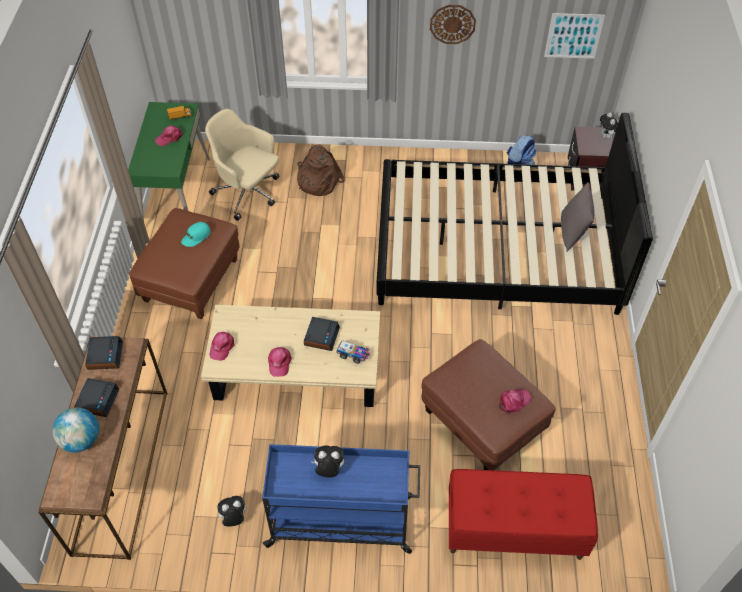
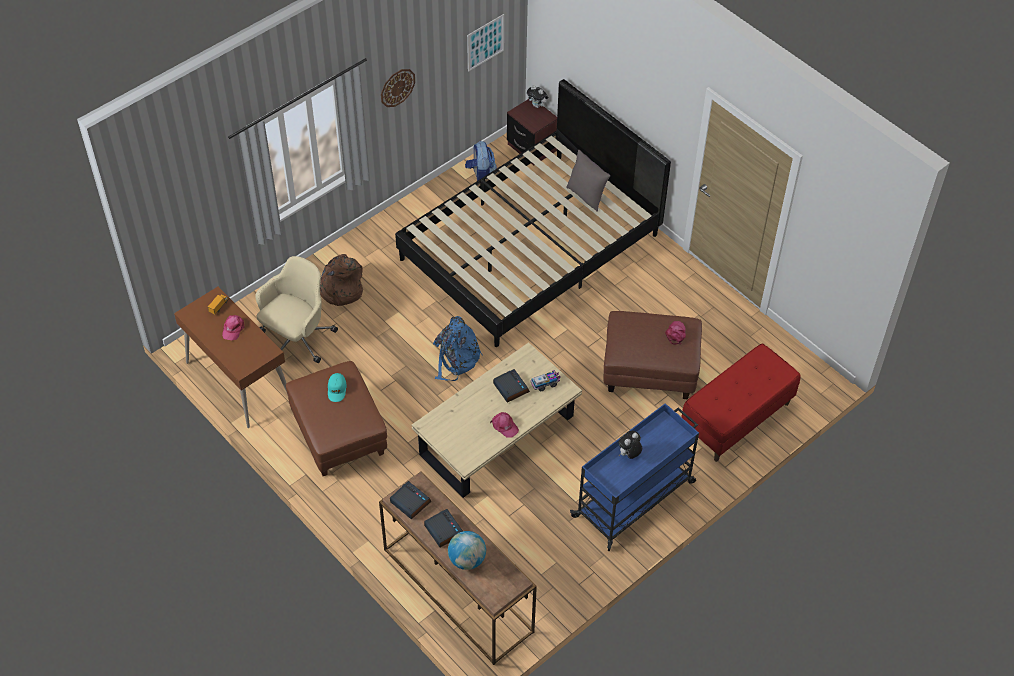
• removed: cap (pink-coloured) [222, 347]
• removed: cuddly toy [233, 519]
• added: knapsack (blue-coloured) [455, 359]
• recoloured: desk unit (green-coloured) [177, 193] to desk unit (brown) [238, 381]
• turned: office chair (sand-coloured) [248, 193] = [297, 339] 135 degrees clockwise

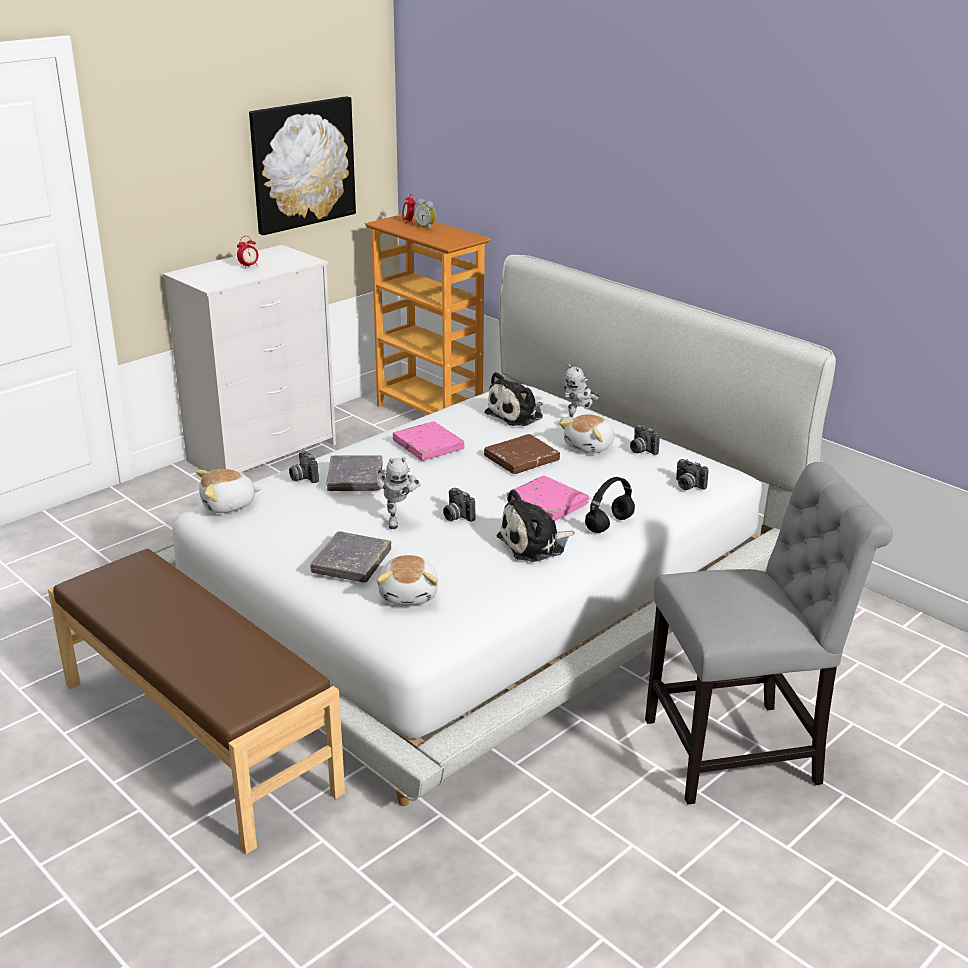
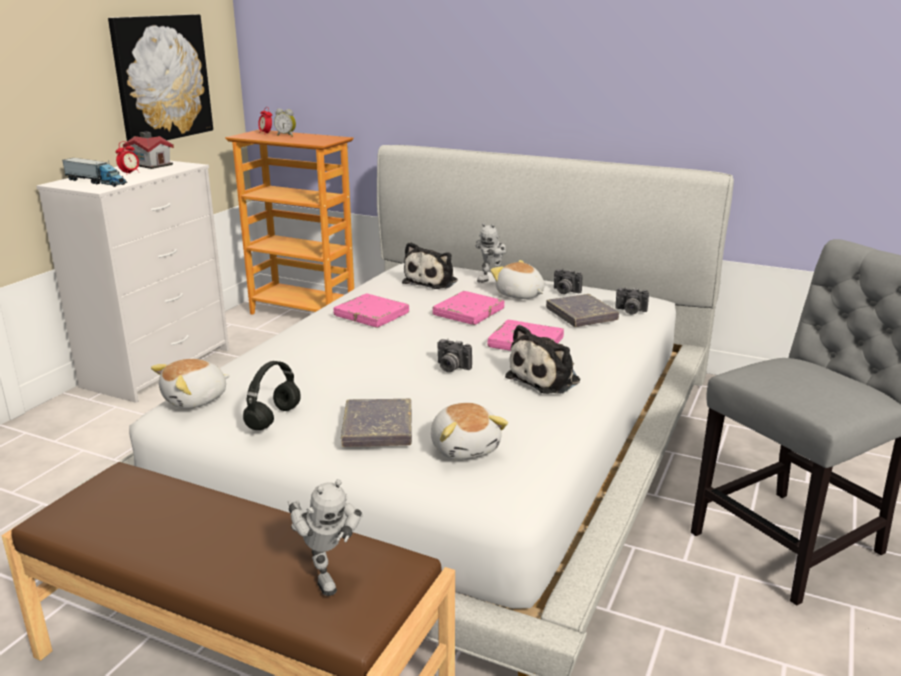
• removed: photo camera [303, 477]
• added: toy lorry [96, 182]
• added: model house [151, 164]
• moved: book (greyish) [355, 478] to [581, 315]
• moved: toy robot [396, 518] to [325, 573]
• moved: headphones (black-coloured) [609, 525] to [273, 419]
• recoloured: book (brown) [521, 458] to book (pink-coloured) [468, 312]
• turned: cuddly toy [590, 447] = [519, 295] 120 degrees clockwise

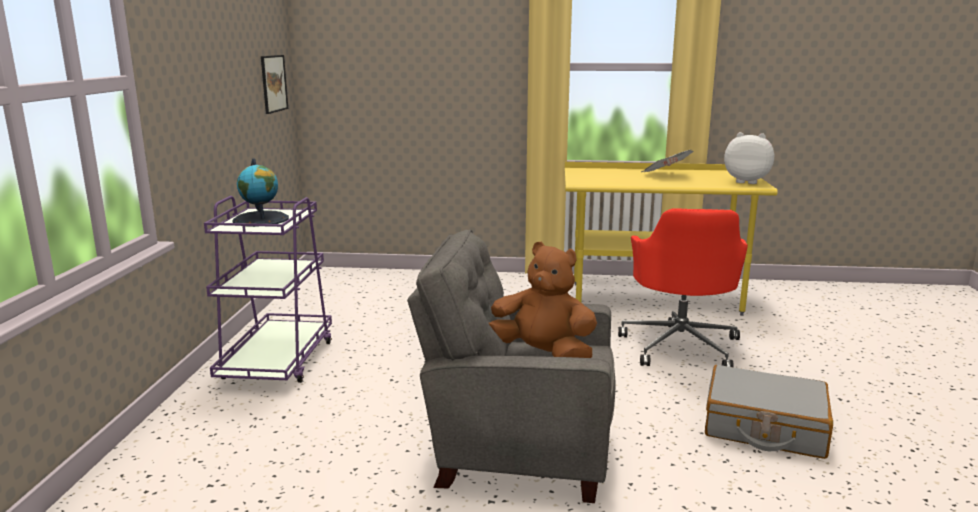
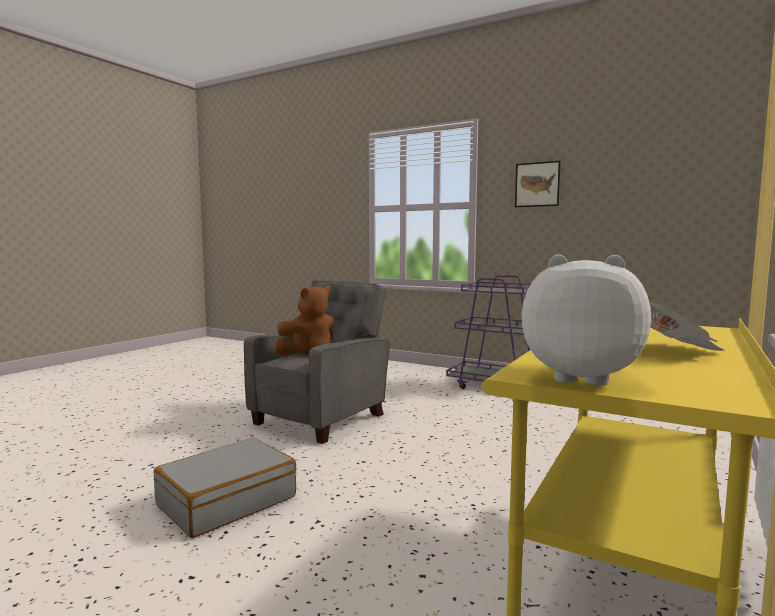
• removed: desk globe [261, 219]
• removed: office chair (red) [680, 346]
• moved: wall art [273, 83] to [537, 184]
• turned: cuddly toy [747, 181] = [580, 377] 120 degrees counterclockwise

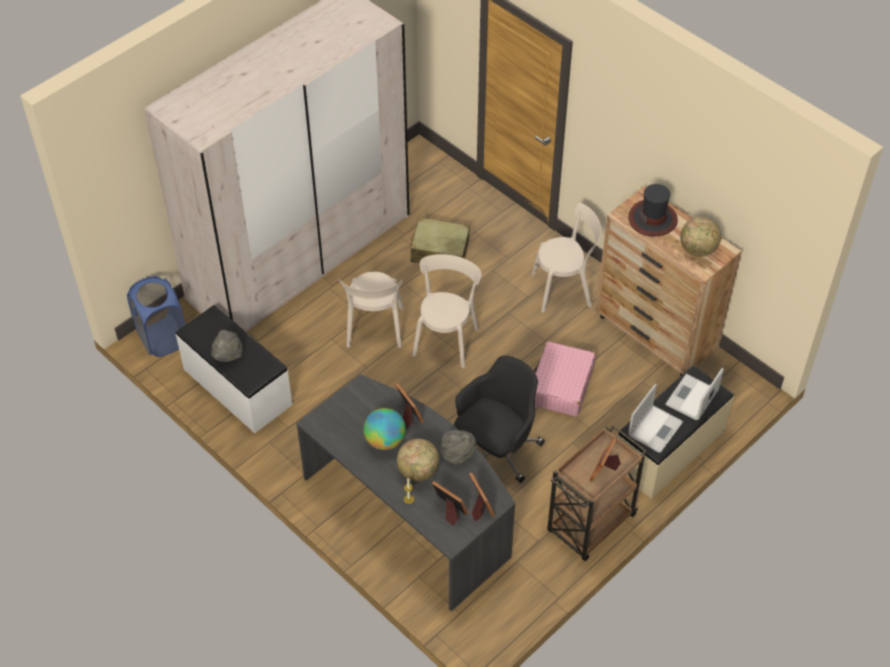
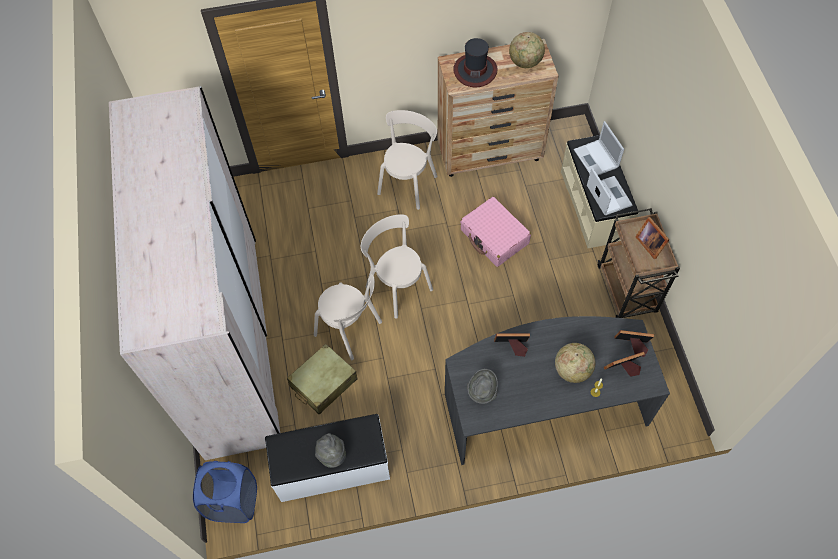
• removed: desk globe [385, 440]
• removed: office chair (black-coloured) [496, 450]
• moved: travel case (sand-coloured) [439, 251] to [323, 383]
• moved: clothing hat (greyish) [458, 454] to [482, 391]

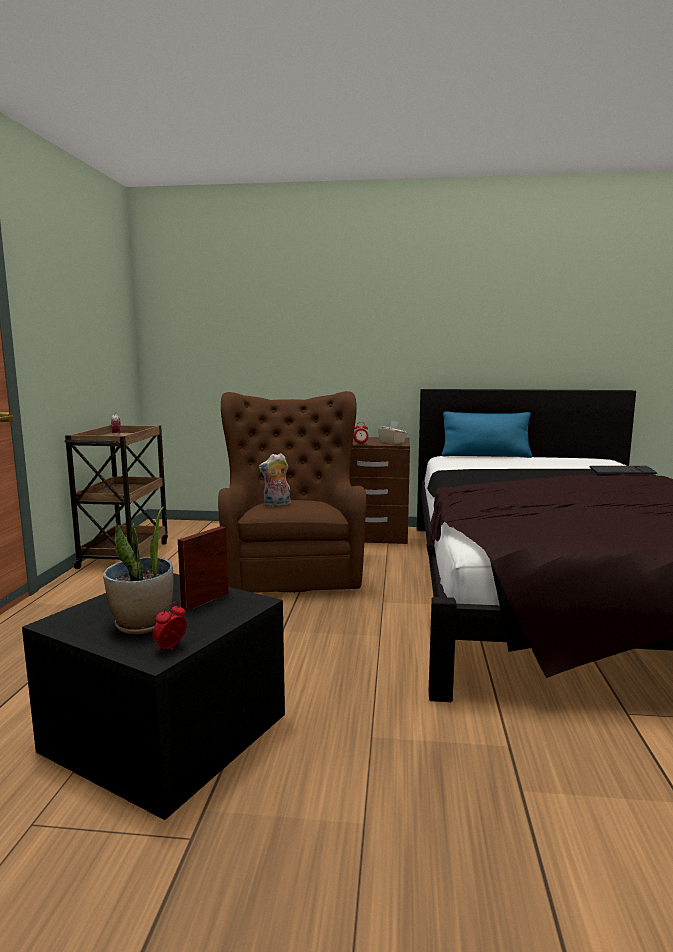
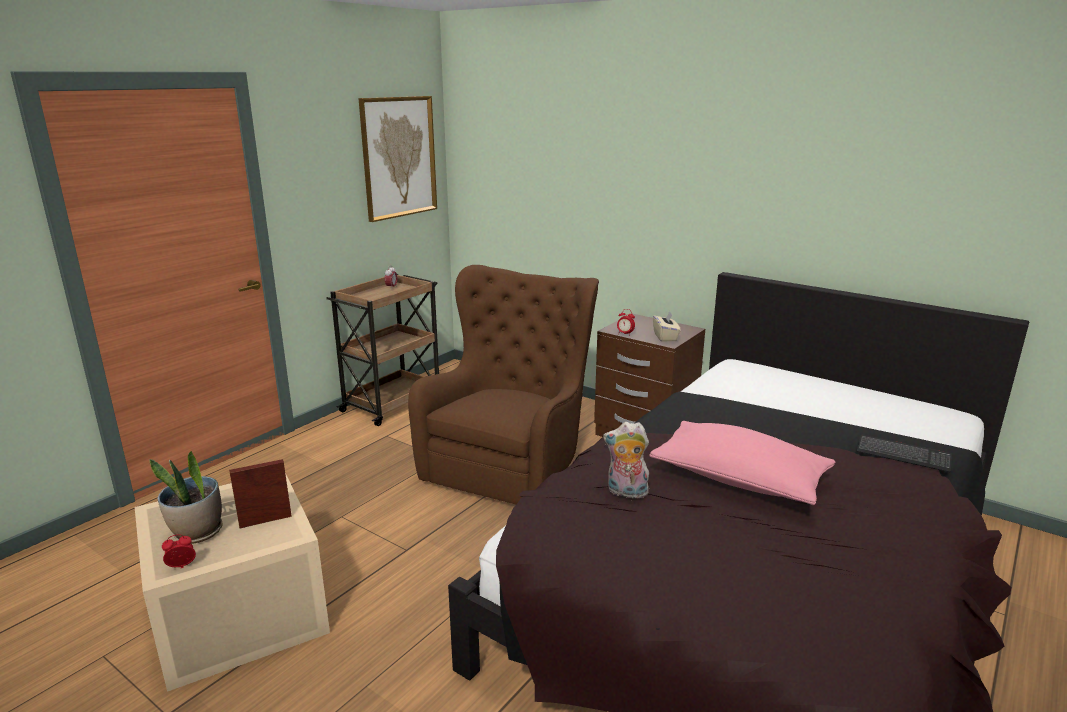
• removed: pillow (blue-coloured) [485, 456]
• added: wall art [398, 157]
• added: pillow (pink-coloured) [739, 479]
• moved: cuddly toy [276, 505] to [626, 492]
• recoloured: storage box (black-coloured) [166, 734] to storage box (sand-coloured) [237, 616]

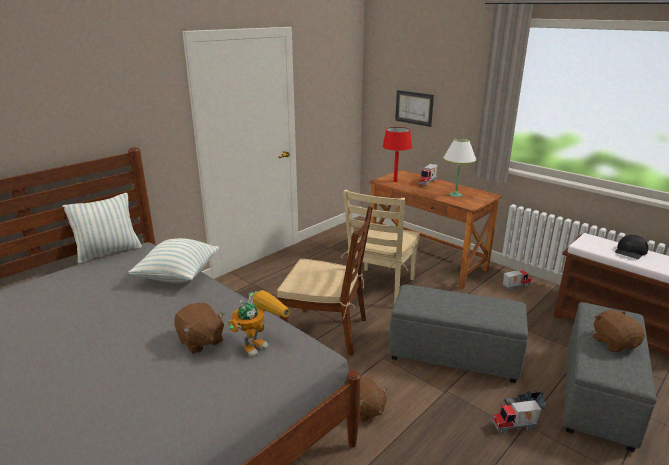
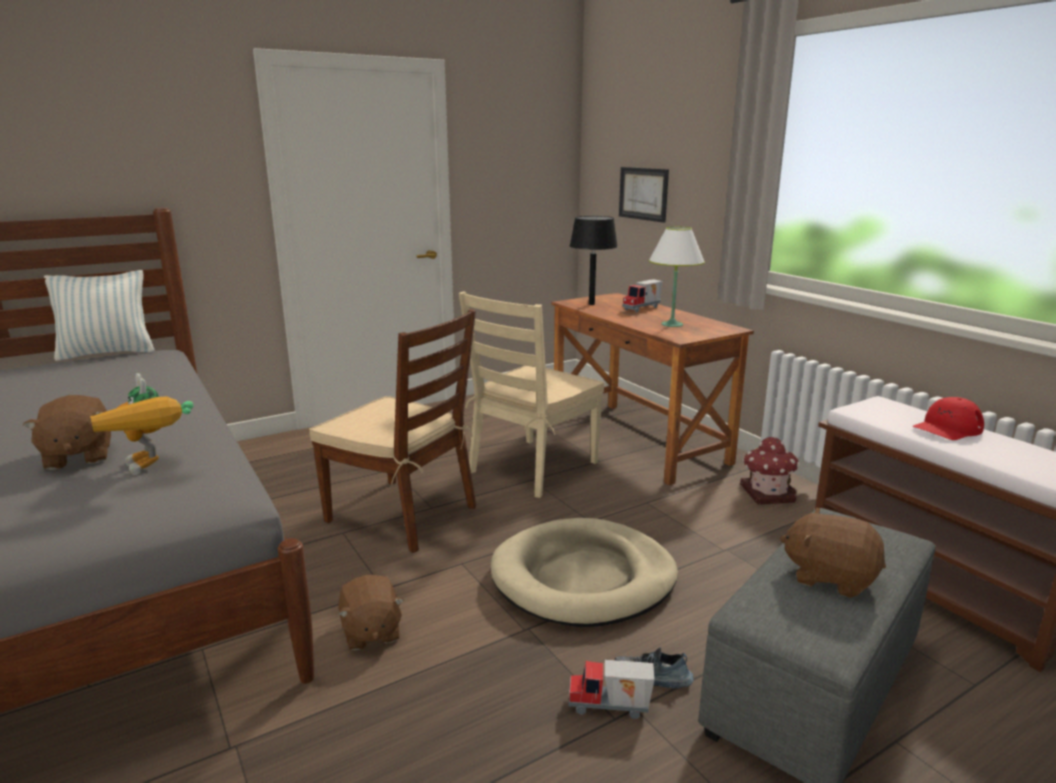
• removed: pillow [178, 276]
• replaced: pouffe (greyish) [454, 355] to pet bed (sand-coloured) [583, 578]
• replaced: toy lorry [515, 286] to model house [767, 493]
• recoloured: lamp for a table (red) [395, 181] to lamp for a table (black-coloured) [591, 304]
• recoloured: cap (black-coloured) [630, 251] to cap (red) [947, 428]
• turned: toy robot [259, 343] = [154, 469] 90 degrees clockwise
• turned: cuddly toy (brown) [614, 343] = [830, 577] 60 degrees counterclockwise

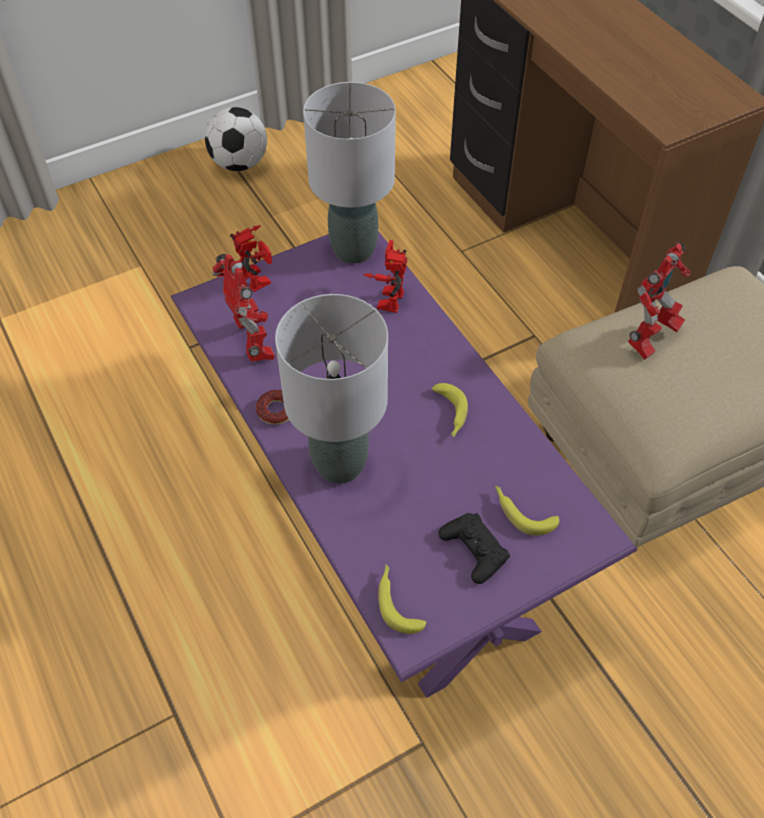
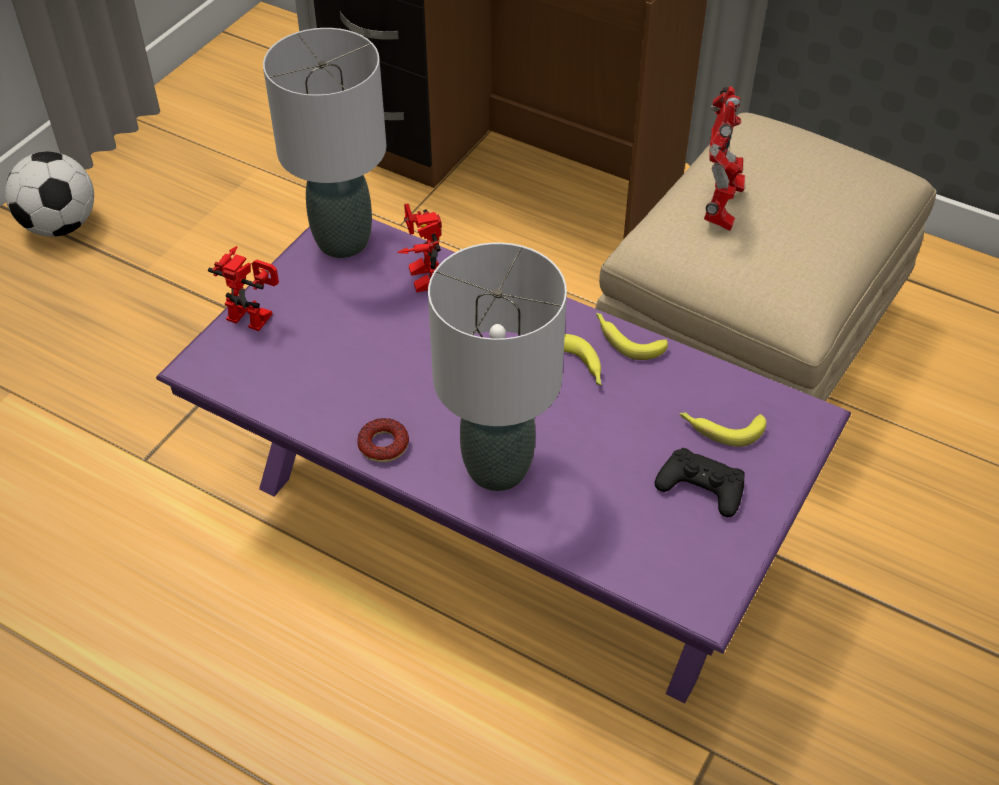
• removed: toy robot [254, 345]
• moved: banana [397, 601] to [626, 339]

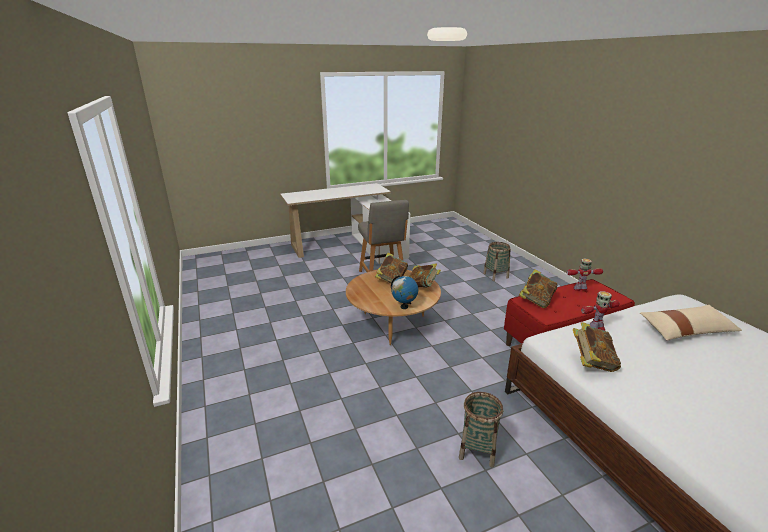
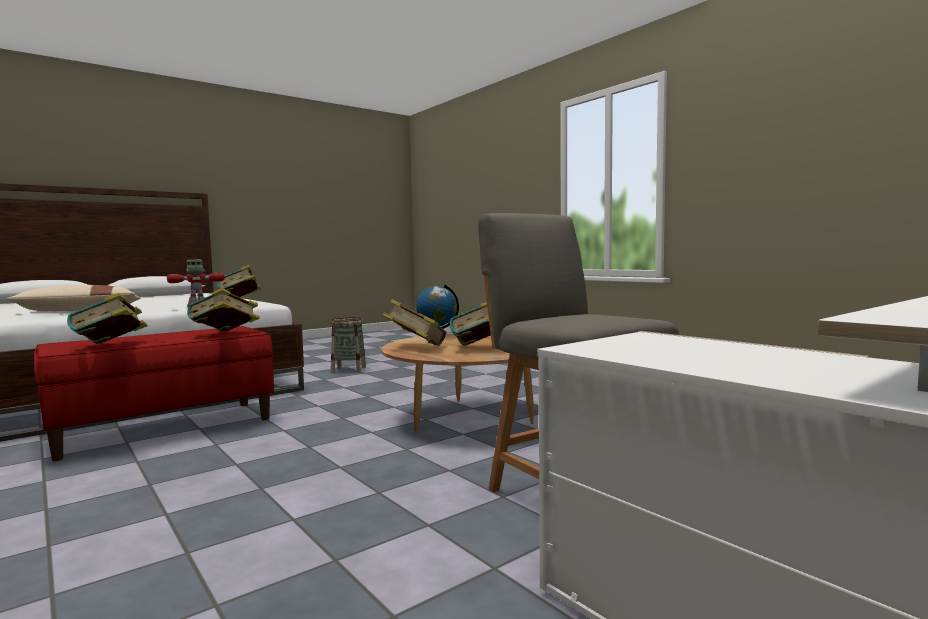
• removed: basket [495, 275]
• replaced: toy robot [580, 289] to book [110, 345]

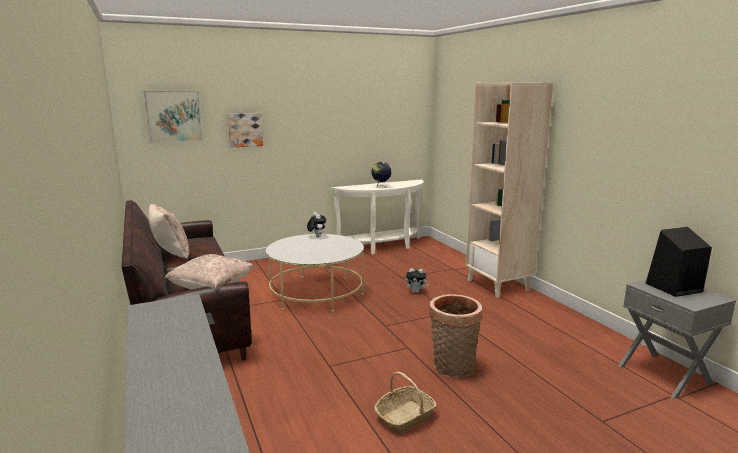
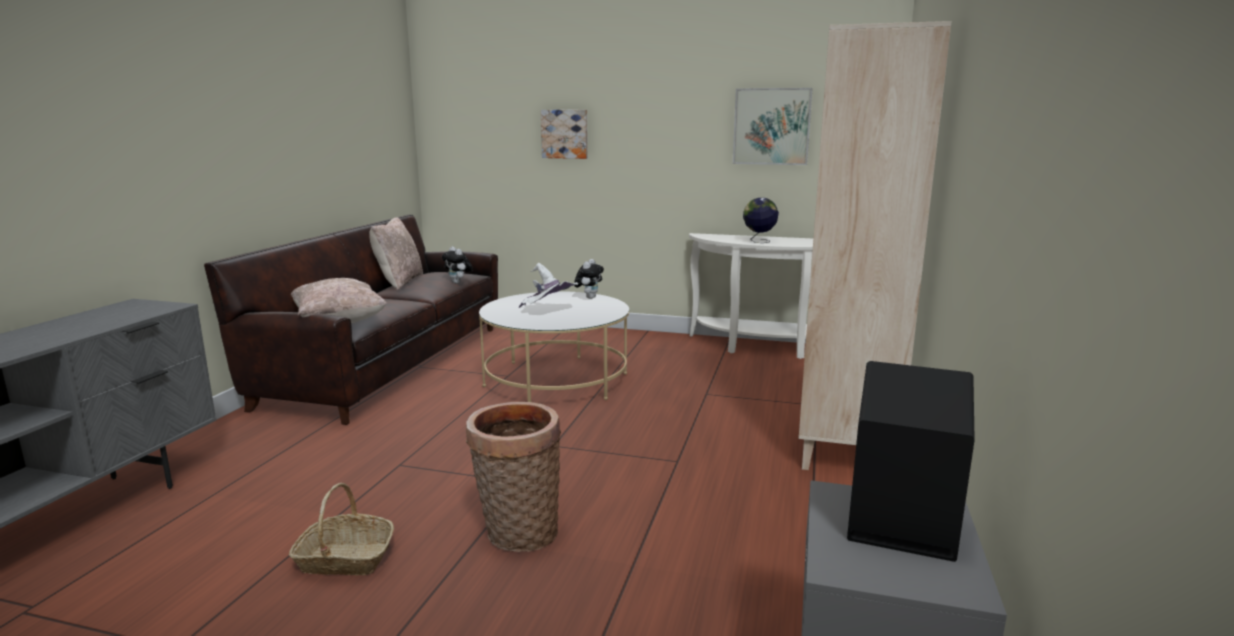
• added: clothing hat (white) [549, 311]
• moved: wall art [174, 116] to [771, 126]
• moved: cuddly toy [416, 292] to [458, 282]

